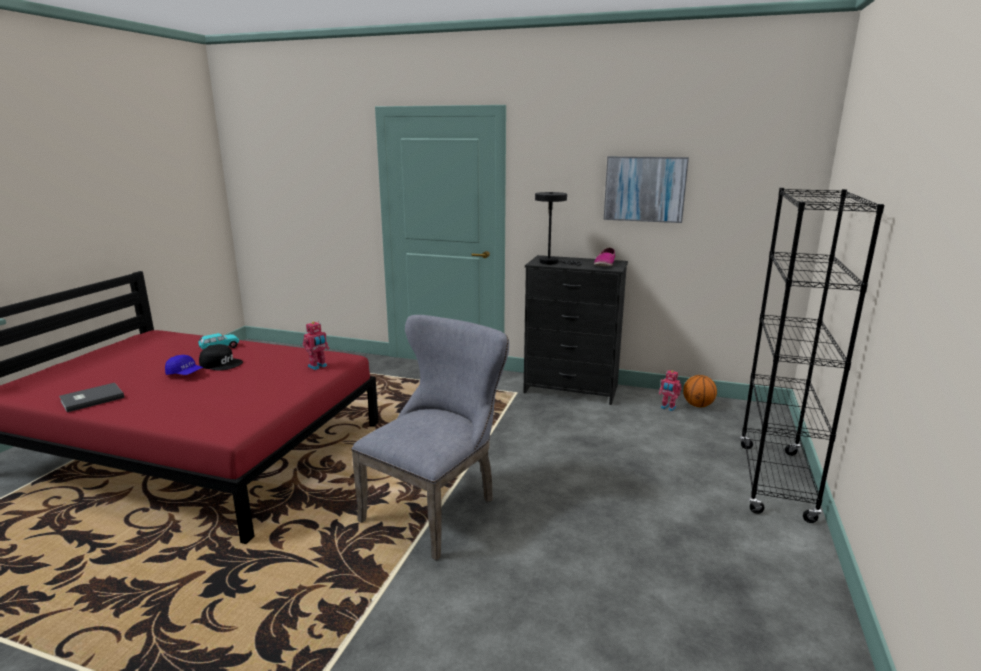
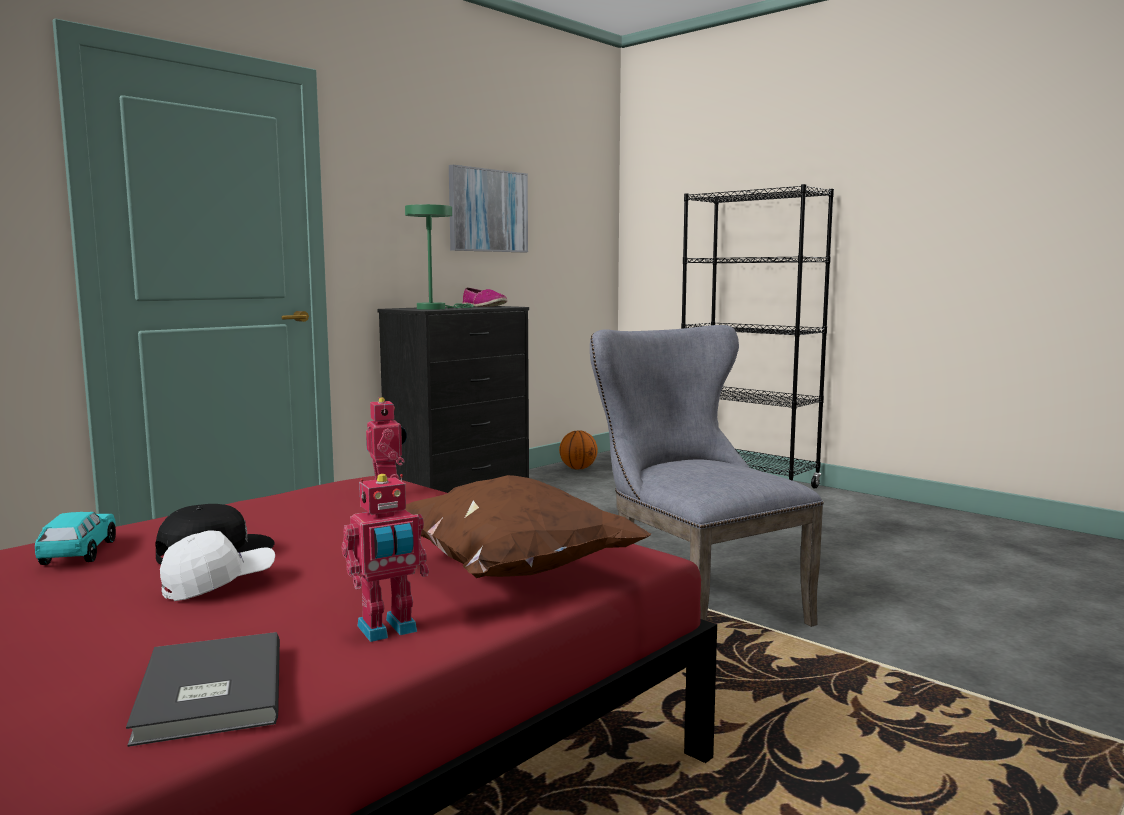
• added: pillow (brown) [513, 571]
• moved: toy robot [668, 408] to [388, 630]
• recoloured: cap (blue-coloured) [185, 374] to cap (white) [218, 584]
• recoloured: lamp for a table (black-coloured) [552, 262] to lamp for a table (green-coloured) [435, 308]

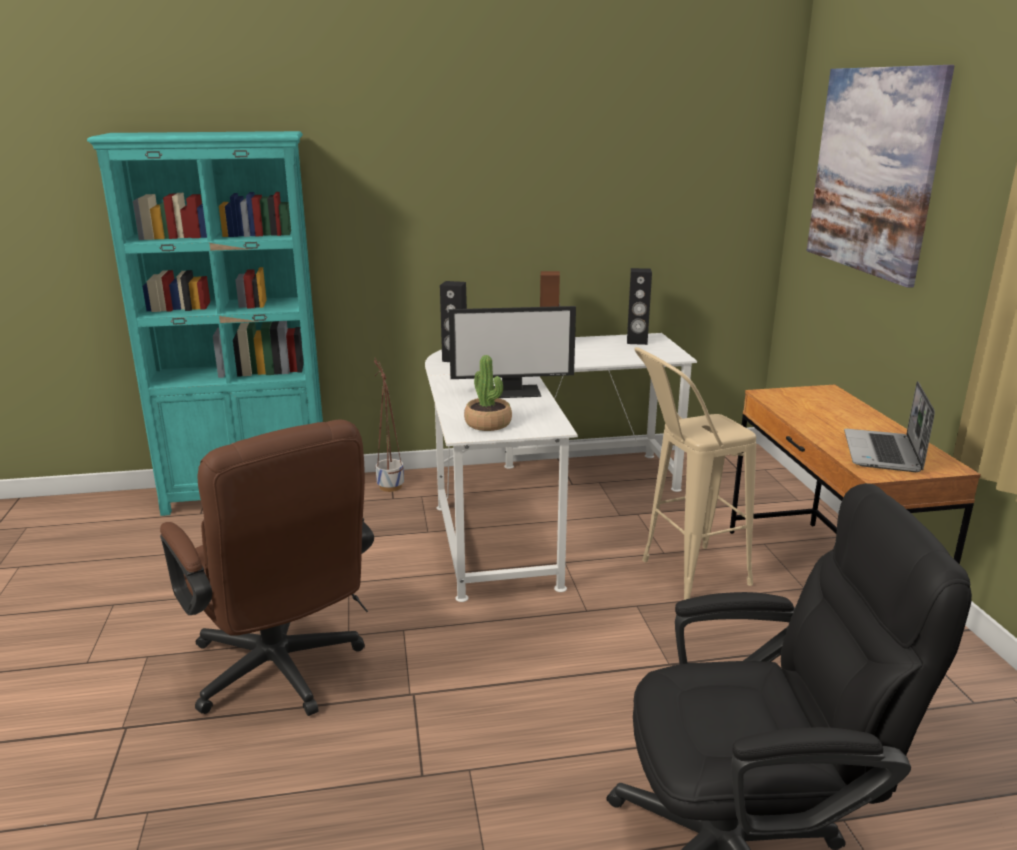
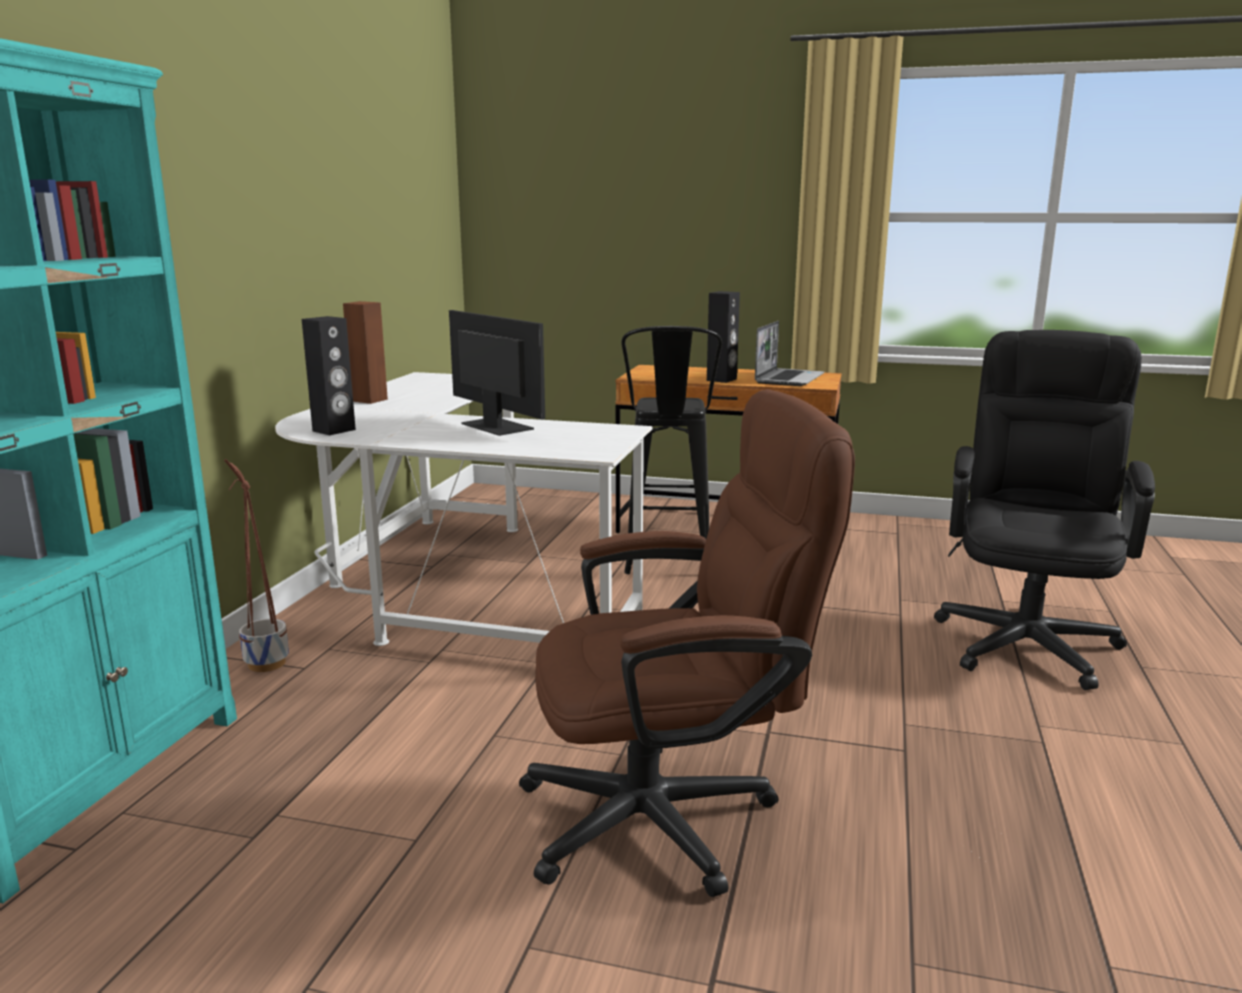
• removed: plant in a pot [488, 423]
• removed: wall art [873, 171]
• moved: audio speaker (black-coloured) [637, 341] to [722, 380]
• recoloured: stool seat (sand-coloured) [681, 576] to stool seat (black-coloured) [667, 567]
• turned: monitor [513, 391] = [495, 426] 60 degrees counterclockwise
• turned: notebook computer [883, 453] = [788, 379] 105 degrees counterclockwise

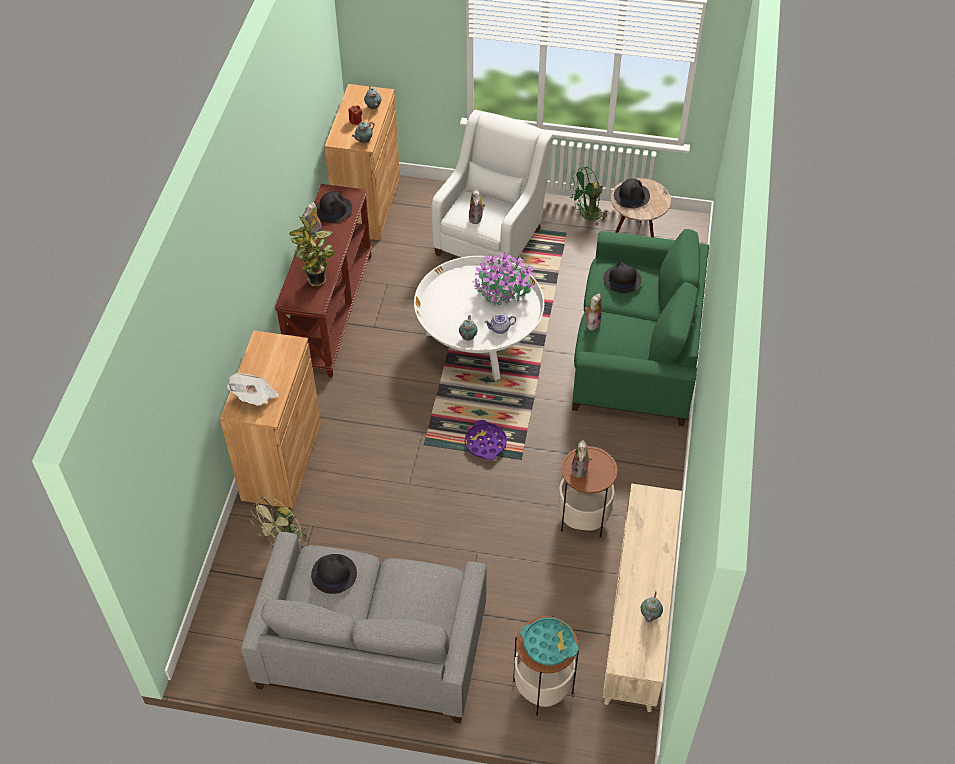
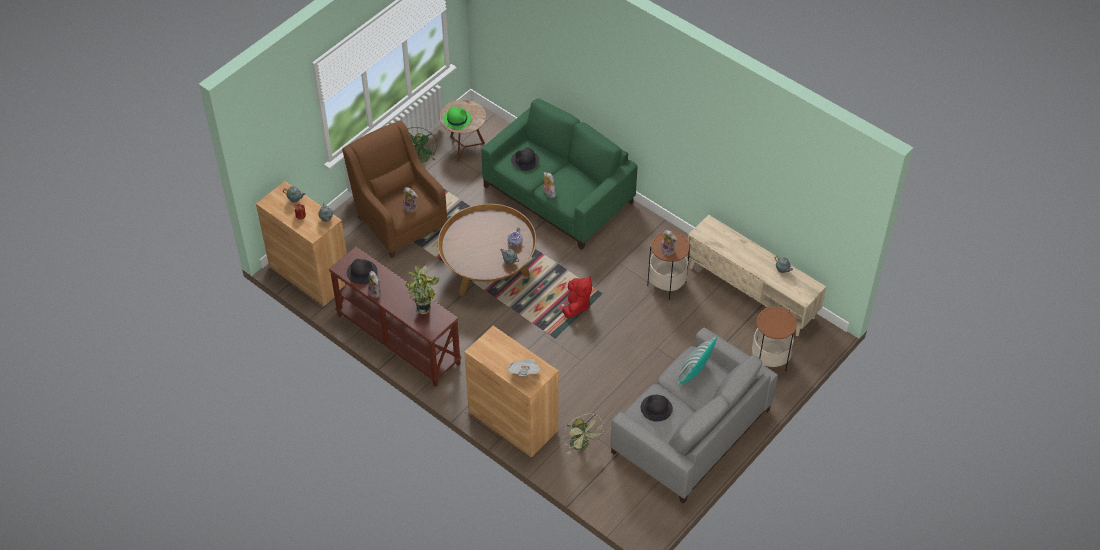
• removed: plant in a pot [503, 292]
• removed: serving tray (turquoise) [548, 644]
• added: pillow [694, 372]
• replaced: serving tray (purple) [485, 443] to cuddly toy (red) [576, 305]
• recoloured: low table (white) [479, 340] to low table (brown) [488, 270]
• recoloured: lounge chair (white) [491, 237] to lounge chair (brown) [399, 220]
• recoloured: clothing hat (black-coloured) [631, 196] to clothing hat (green-coloured) [457, 119]

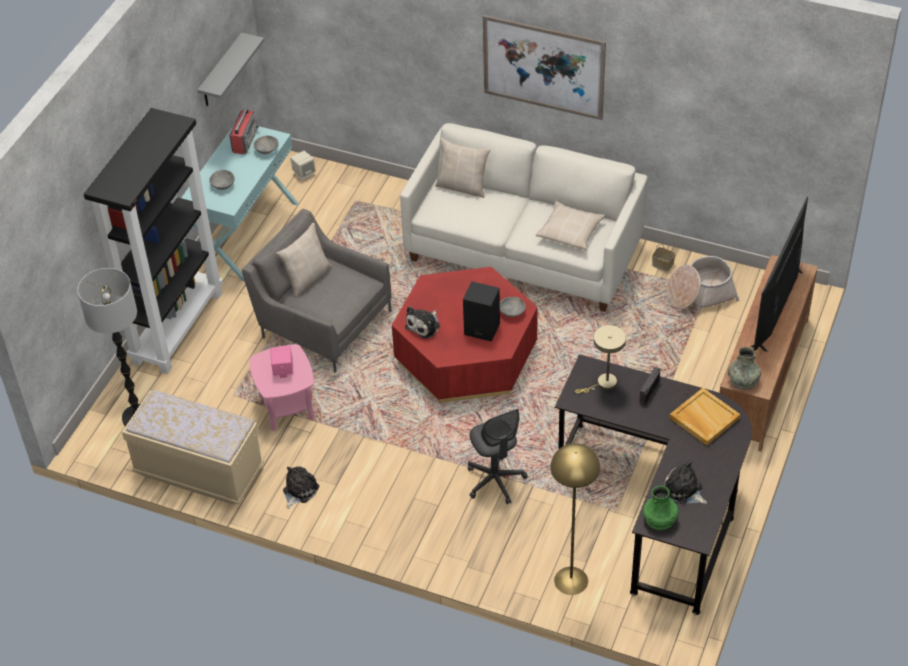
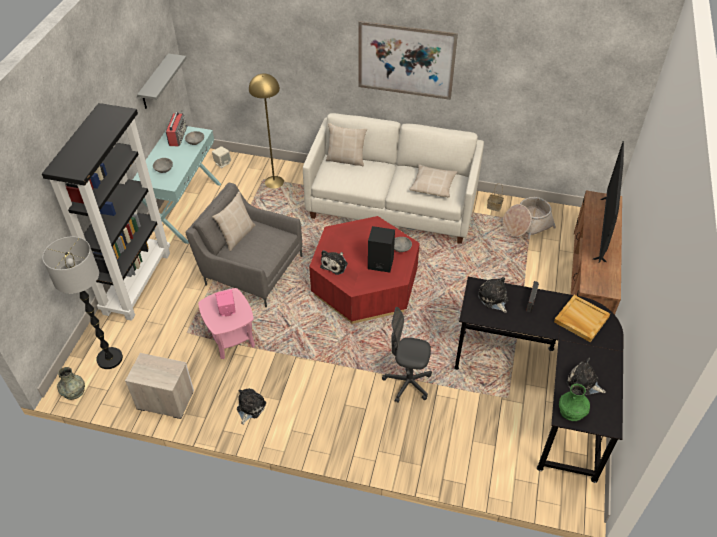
• moved: standing lamp (yellowish) [571, 580] to [274, 182]
• moved: flower vase (greyish) [743, 380] to [73, 391]
• replaced: bench (sand-coloured) [199, 471] to bedside table [164, 399]
• replaced: lamp for a table (sand-coloured) [603, 384] to cuddly toy [493, 299]
• turned: office chair (greyish) [495, 481] = [407, 383] 135 degrees clockwise

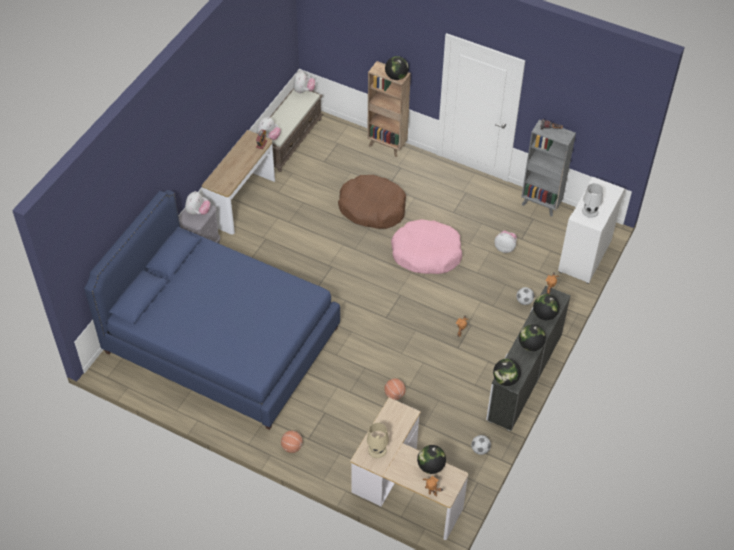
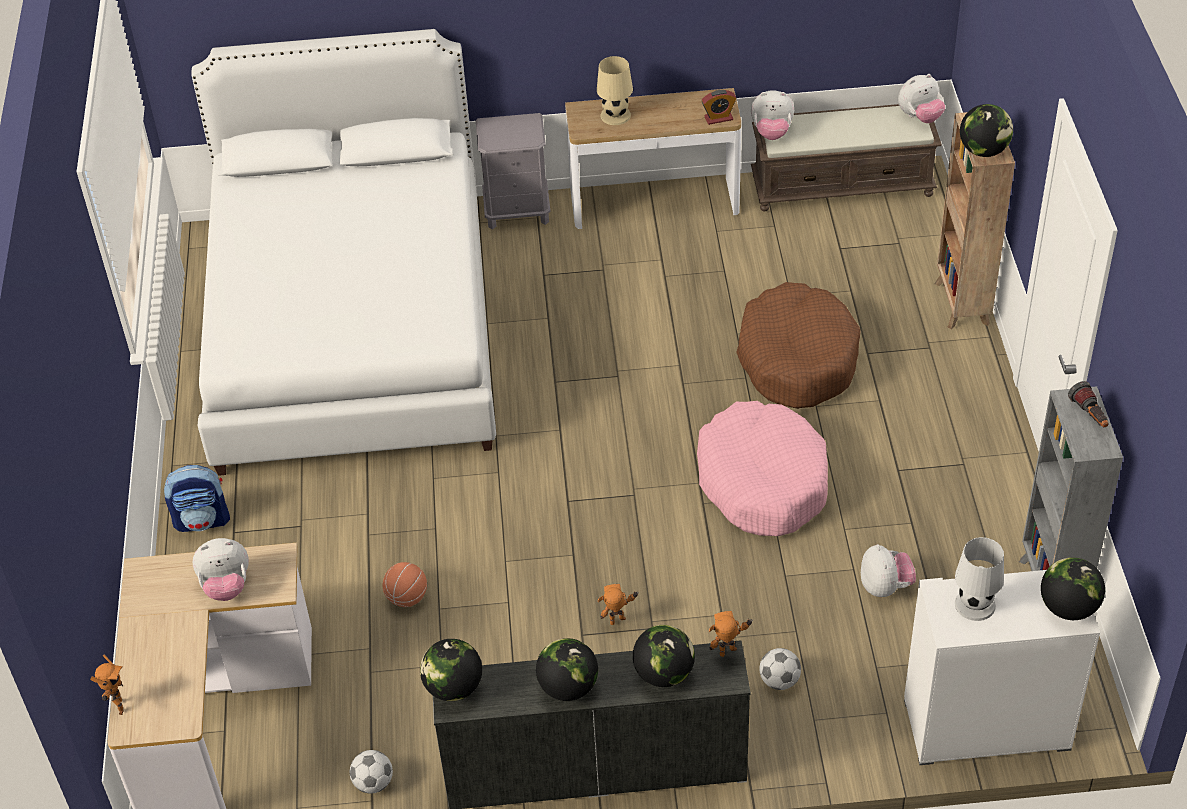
• moved: cuddly toy [198, 212] to [226, 586]
• moved: lamp for a table (sand-coloured) [377, 449] to [615, 115]
• moved: desk globe [431, 466] to [1068, 608]
• replaced: basketball ball [292, 447] to knapsack [203, 520]
• recoloured: bed (blue-coloured) [222, 340] to bed (white) [353, 329]

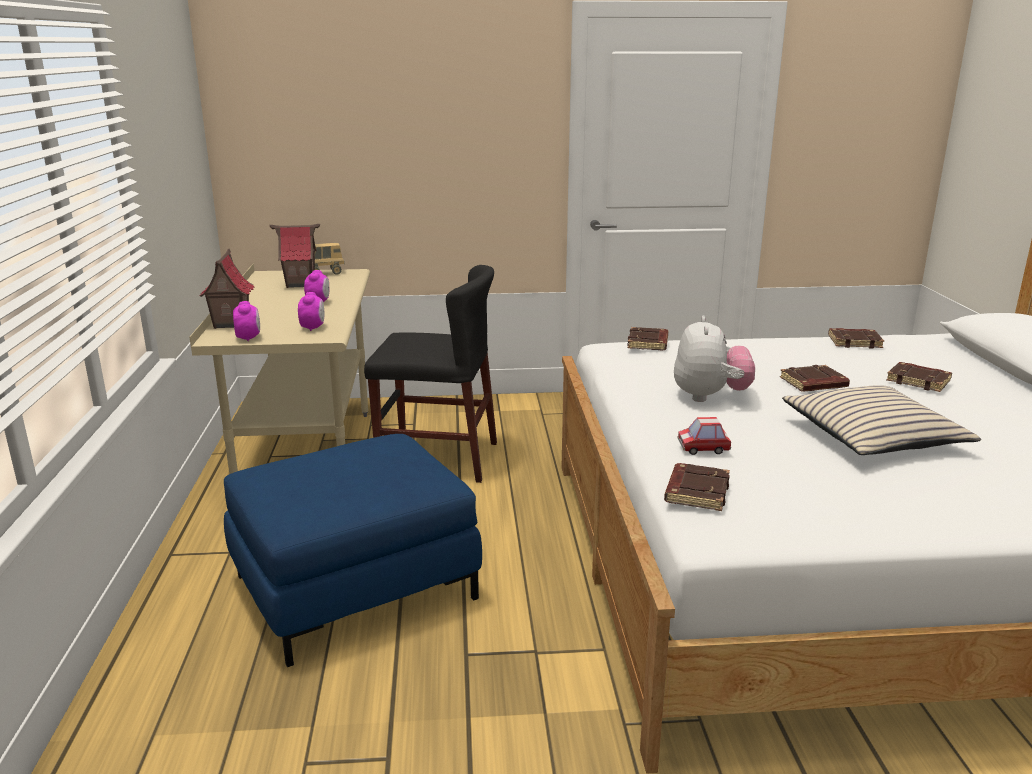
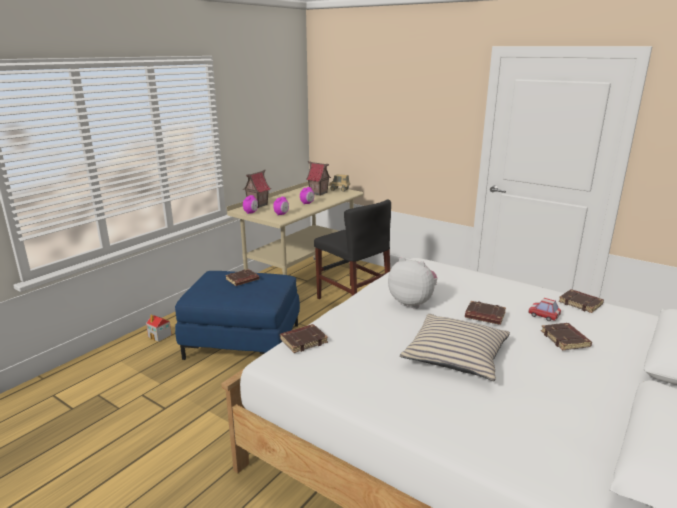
• added: model house [160, 336]
• moved: book (brown) [648, 343] to [242, 280]
• moved: toy car [703, 448] to [543, 316]
• turned: cuddly toy [710, 396] = [412, 302] 105 degrees counterclockwise

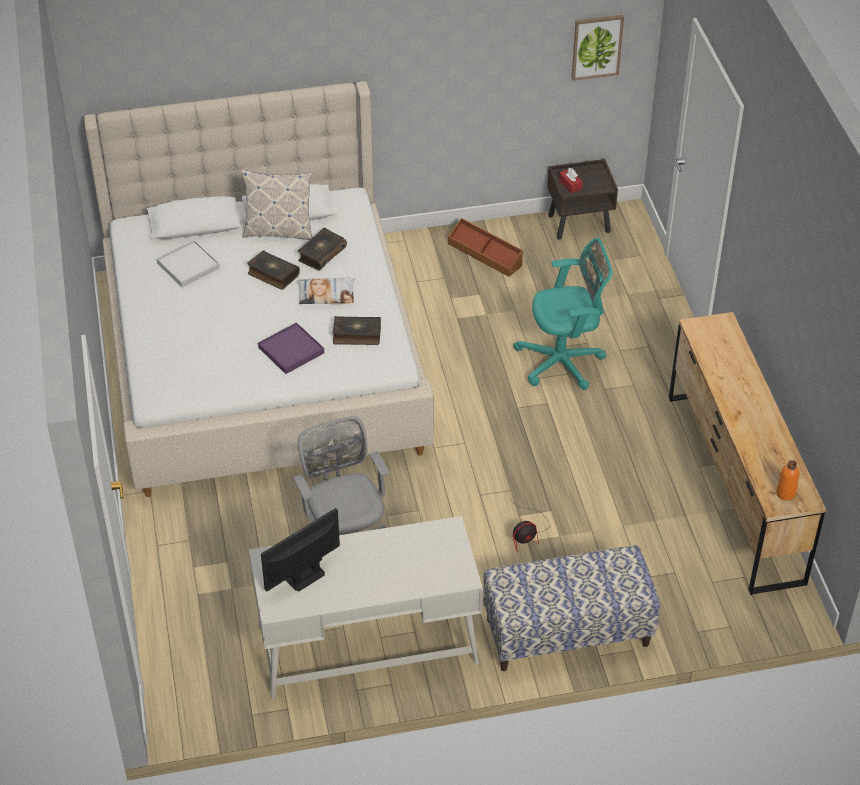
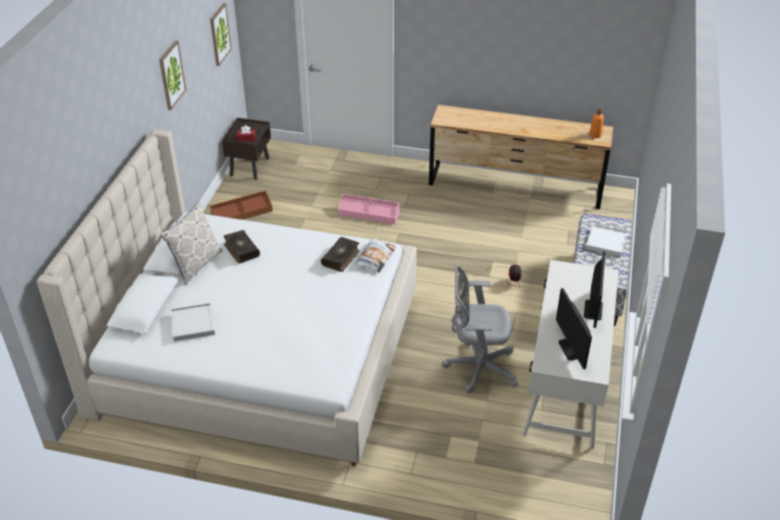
• removed: book [273, 274]
• removed: serving tray (purple) [291, 350]
• added: wall art [171, 75]
• added: monitor [593, 310]
• added: serving tray (white) [606, 242]
• moved: pillow [326, 294] to [375, 258]
• replaced: office chair (turquoise) [564, 362] to storage box (pink-coloured) [369, 214]

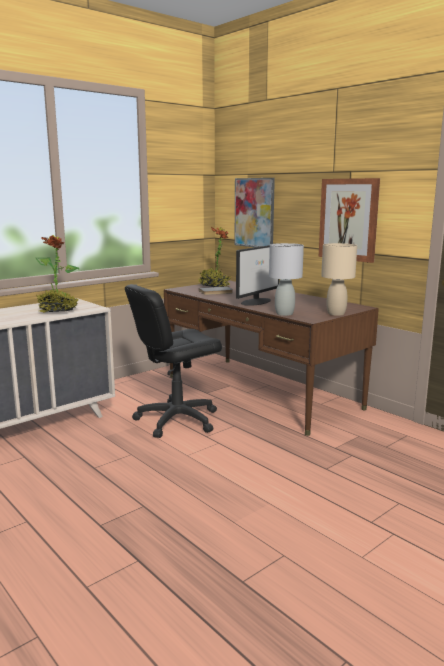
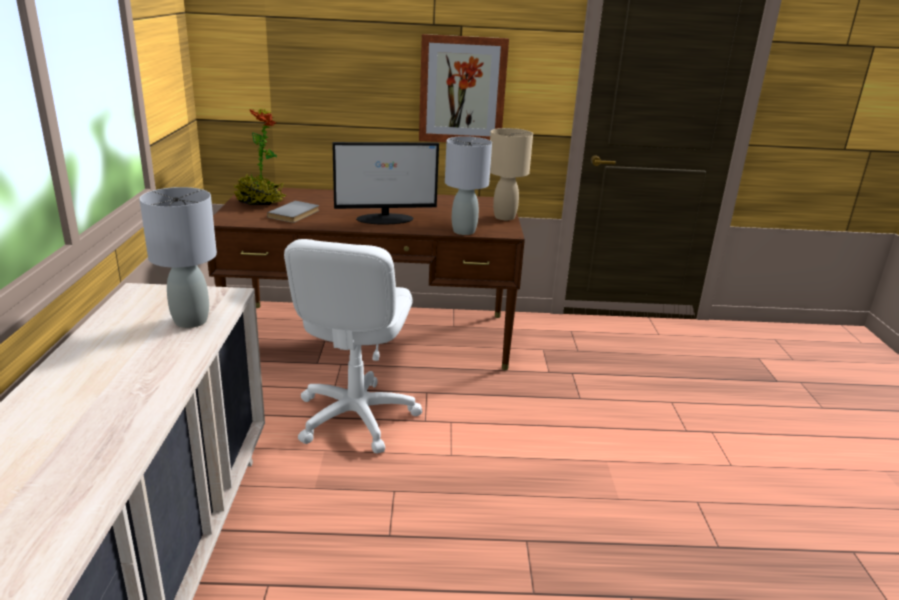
• removed: wall art [254, 213]
• replaced: plant in a pot [58, 311] to lamp for a table (greyish) [191, 321]
• recoloured: office chair (black-coloured) [177, 420] to office chair (white) [355, 417]
• turned: monitor [256, 301] = [386, 219] 90 degrees clockwise

